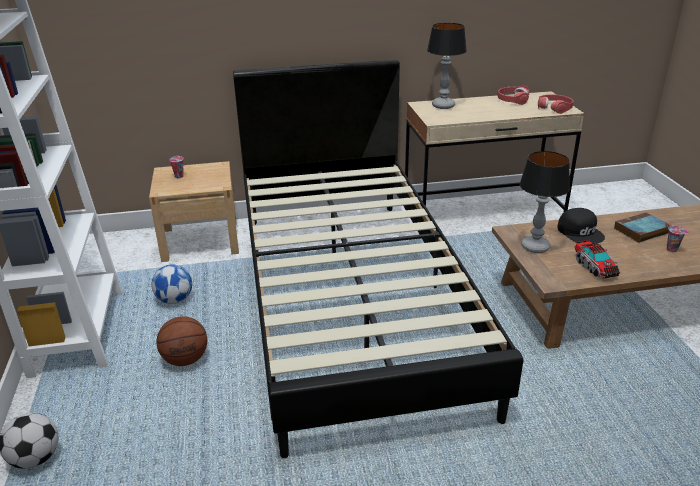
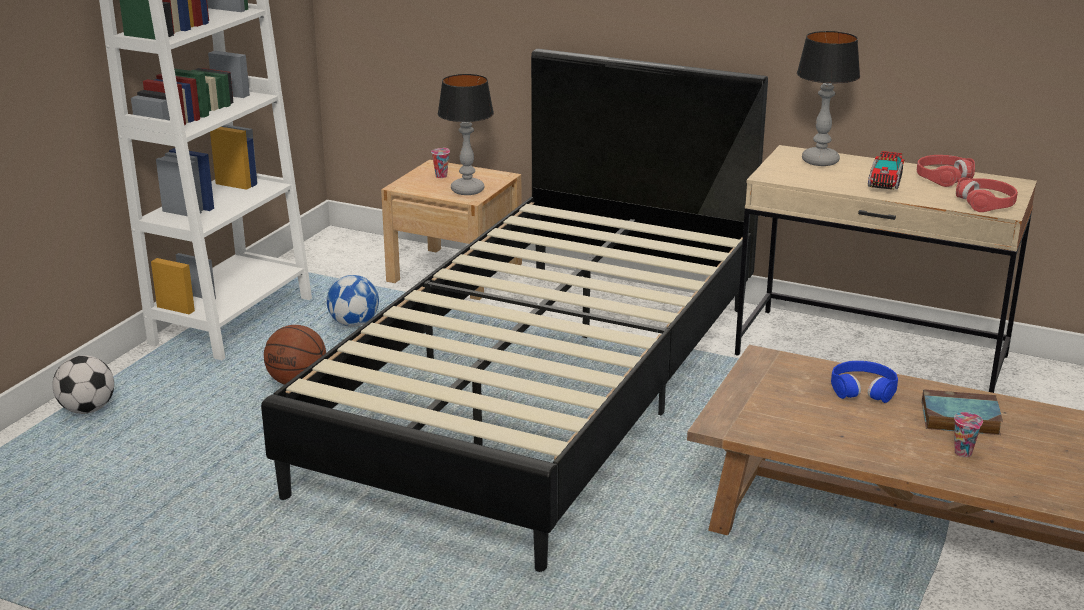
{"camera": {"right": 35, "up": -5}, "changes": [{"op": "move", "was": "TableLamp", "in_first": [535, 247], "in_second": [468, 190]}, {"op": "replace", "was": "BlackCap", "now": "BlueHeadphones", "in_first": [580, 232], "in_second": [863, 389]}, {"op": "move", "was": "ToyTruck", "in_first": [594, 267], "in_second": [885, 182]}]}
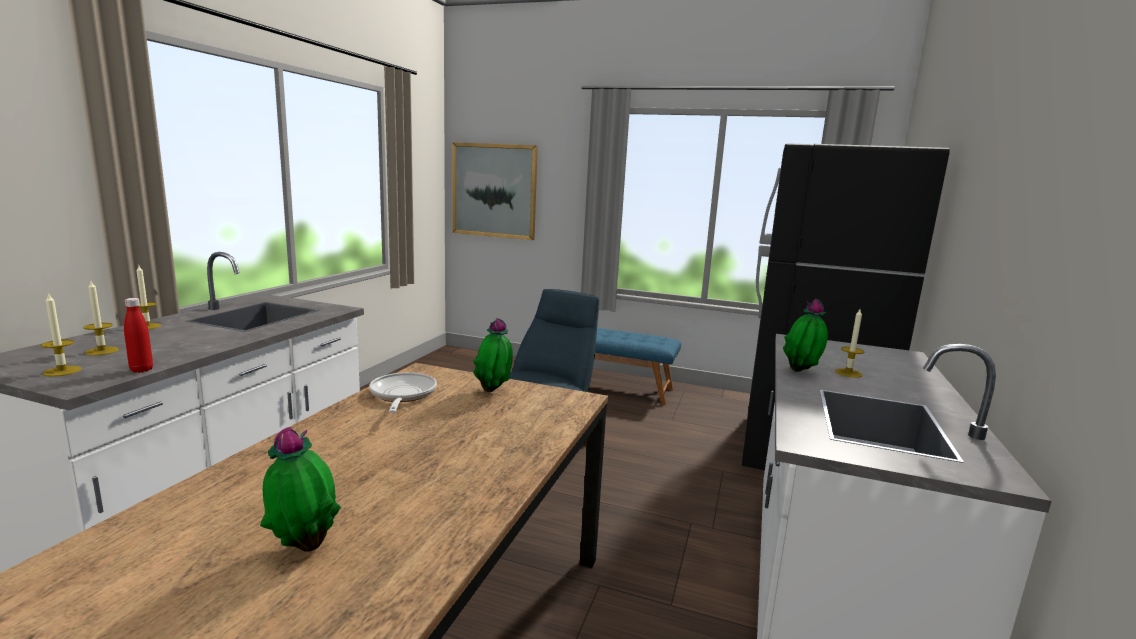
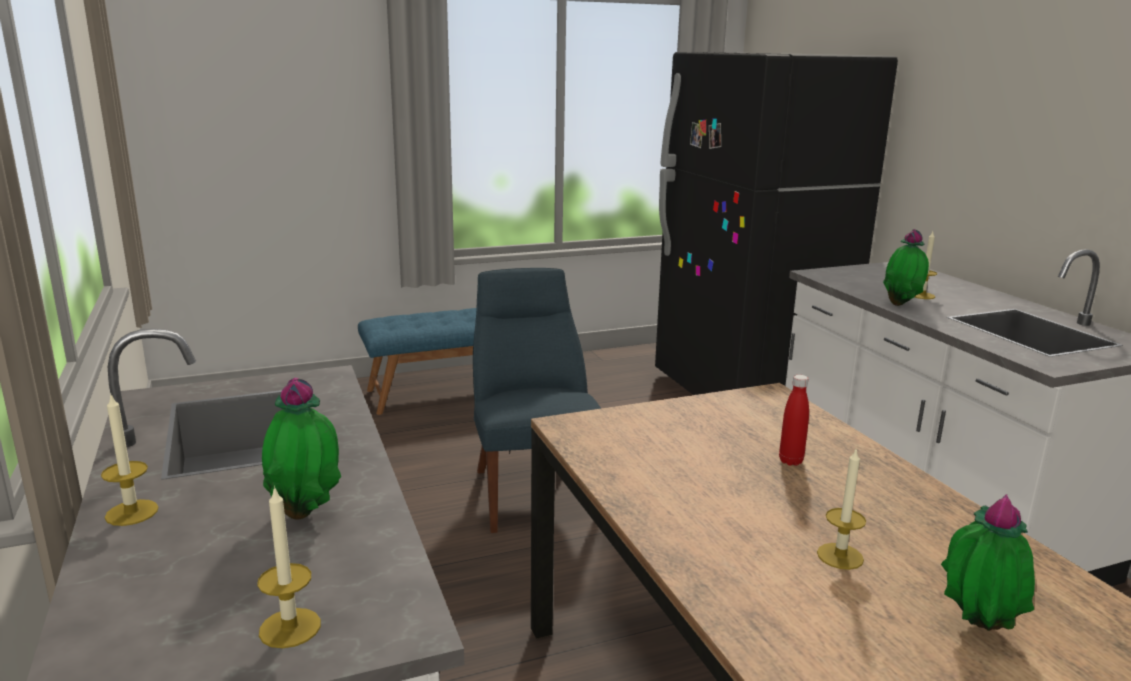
{"camera": {"right": -40, "up": 5}, "changes": [{"op": "move", "was": "PottedPlant", "in_first": [494, 391], "in_second": [307, 513]}, {"op": "move", "was": "RedBottle", "in_first": [141, 370], "in_second": [790, 461]}, {"op": "move", "was": "Candle", "in_first": [102, 351], "in_second": [840, 556]}, {"op": "delete", "was": "FryingPan", "in_first": [402, 395]}, {"op": "delete", "was": "Picture", "in_first": [494, 190]}]}
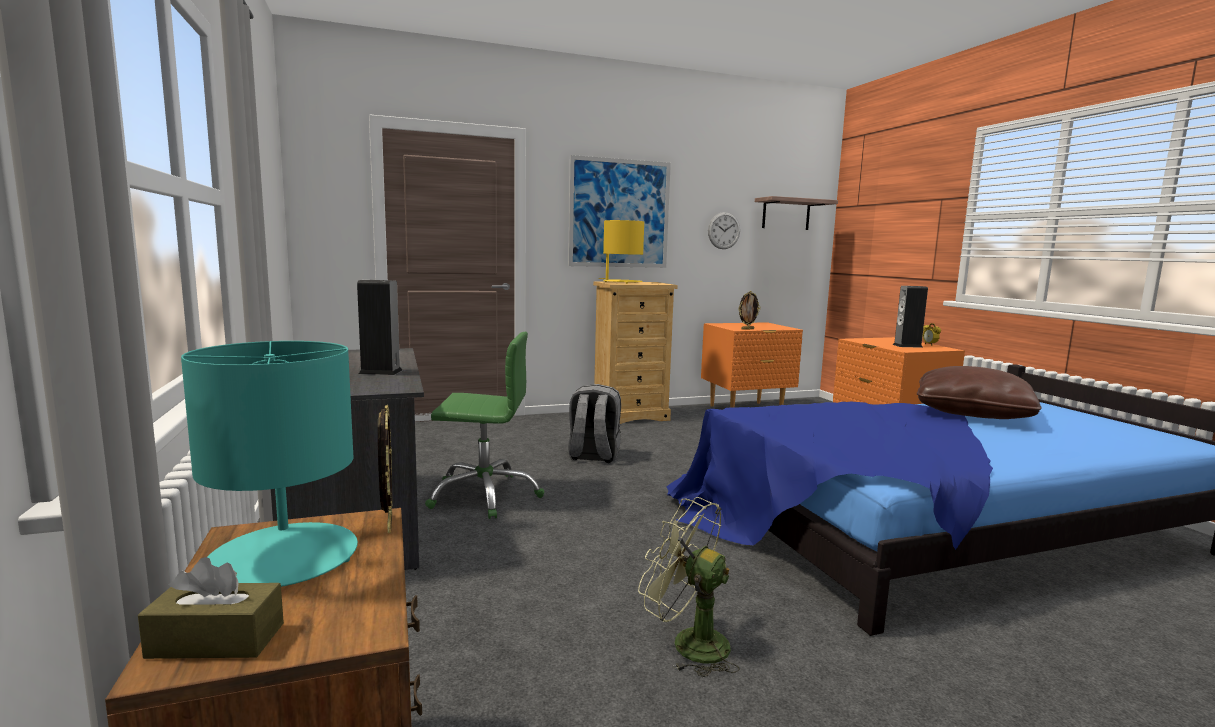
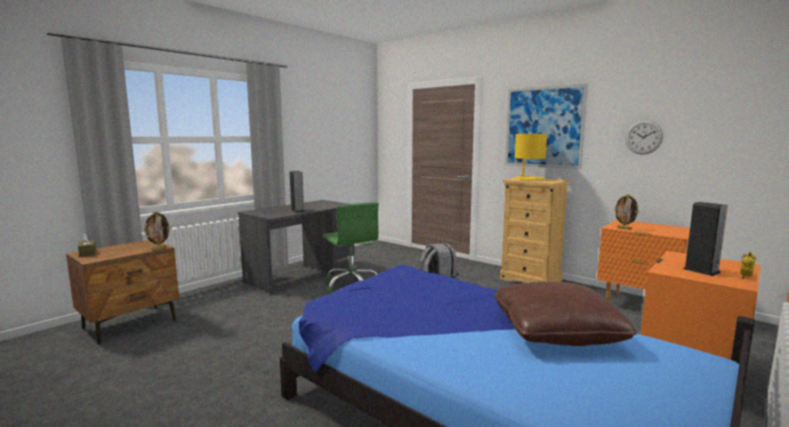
{"camera": {"right": 60, "up": 0}, "changes": [{"op": "delete", "was": "TurquoiseTableLamp", "in_first": [284, 557]}, {"op": "delete", "was": "GreenFan", "in_first": [688, 643]}, {"op": "delete", "was": "Shelf", "in_first": [786, 214]}]}
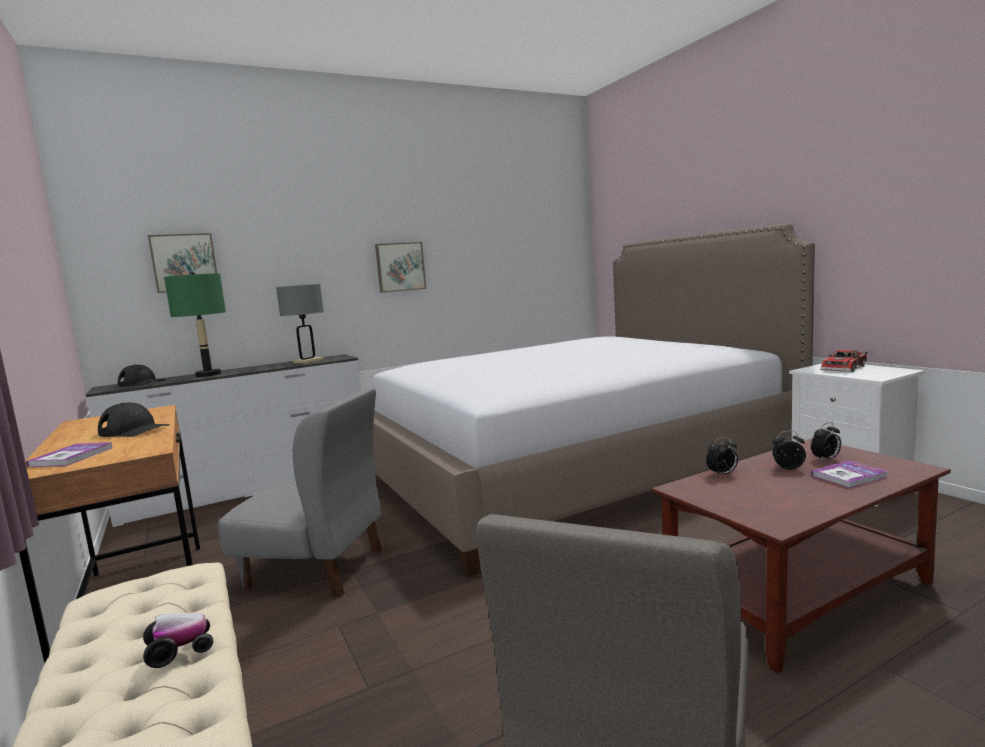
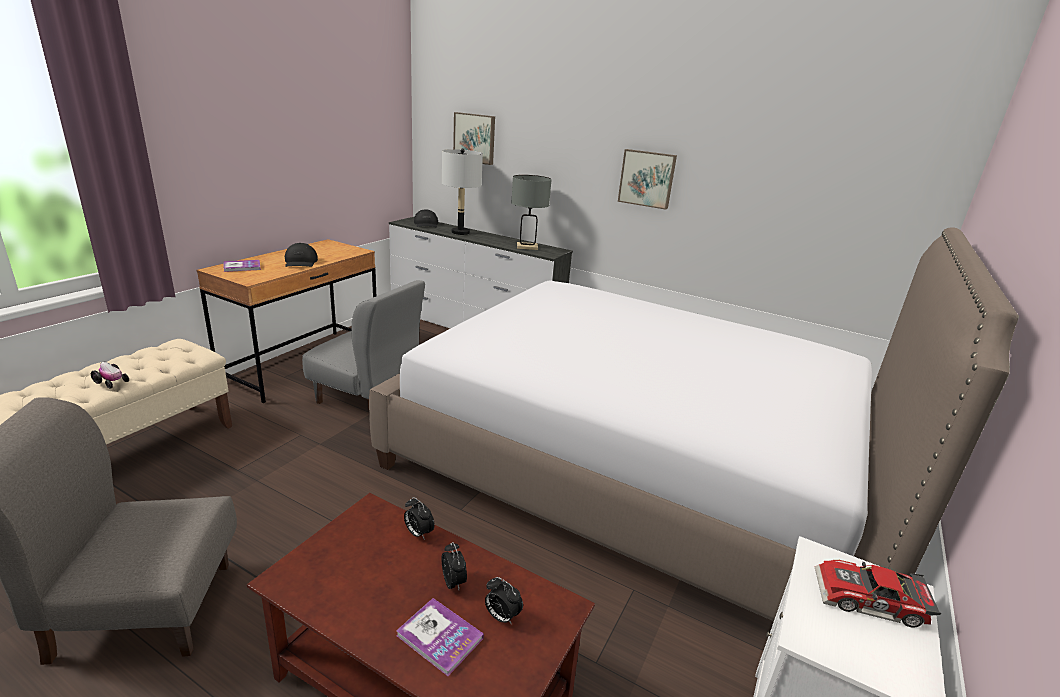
{"camera": {"right": 55, "up": 15}, "changes": [{"op": "rotate", "was": "GreyChair", "in_first": [316, 569], "in_second": [368, 399], "clockwise": -45}, {"op": "recolor", "was": "GreenTableLamp", "now": "GreyTableLamp", "in_first": [208, 374], "in_second": [460, 232]}]}
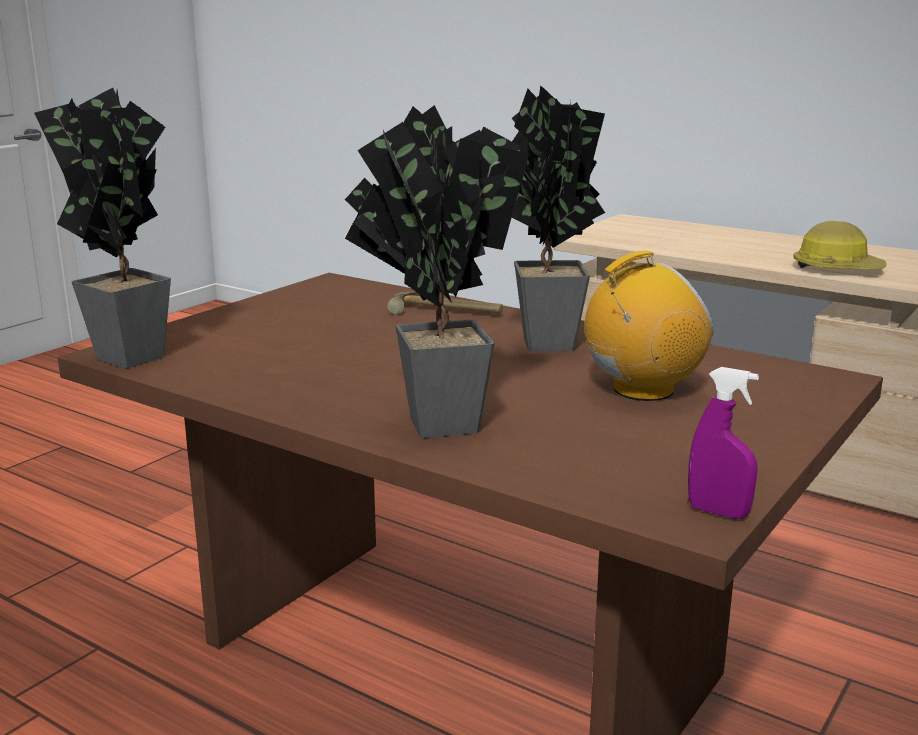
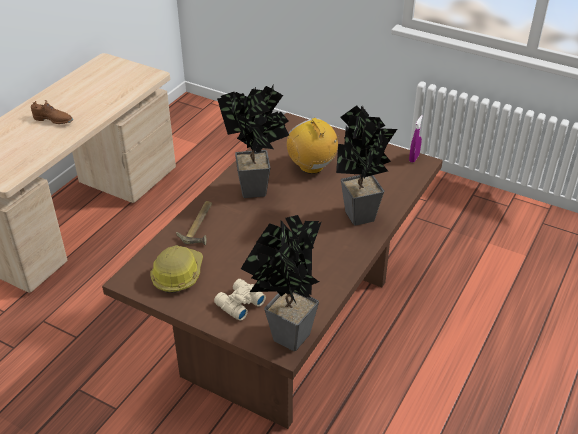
{"camera": {"right": -95, "up": 20}, "changes": [{"op": "insert", "now": "BrownShoe", "in_second": [53, 120]}, {"op": "move", "was": "HardHat", "in_first": [836, 269], "in_second": [178, 275]}, {"op": "insert", "now": "BeigeBinoculars", "in_second": [238, 304]}]}
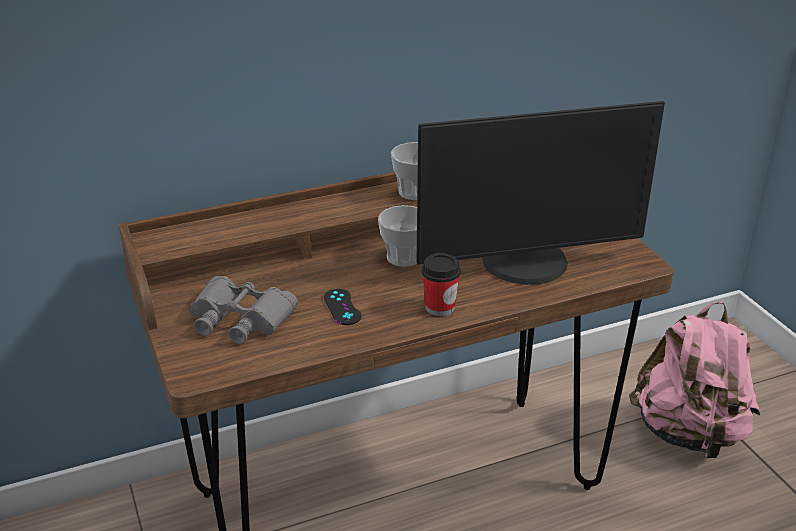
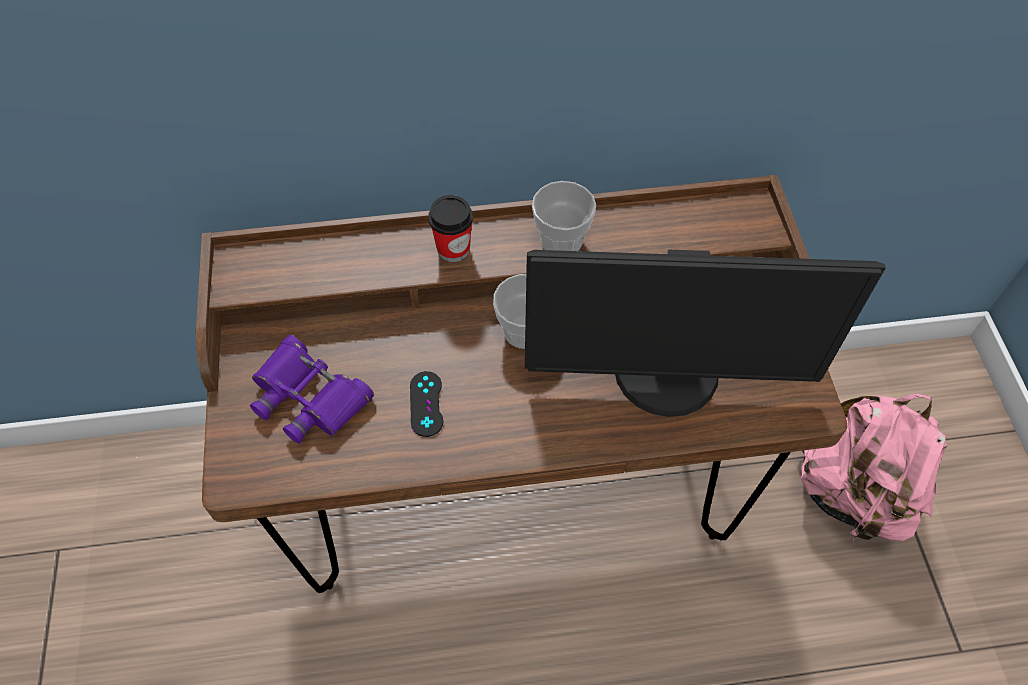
{"camera": {"right": 15, "up": 25}, "changes": [{"op": "recolor", "was": "GreyBinoculars", "now": "PurpleBinoculars", "in_first": [240, 318], "in_second": [309, 396]}, {"op": "move", "was": "Cup", "in_first": [440, 307], "in_second": [453, 249]}]}
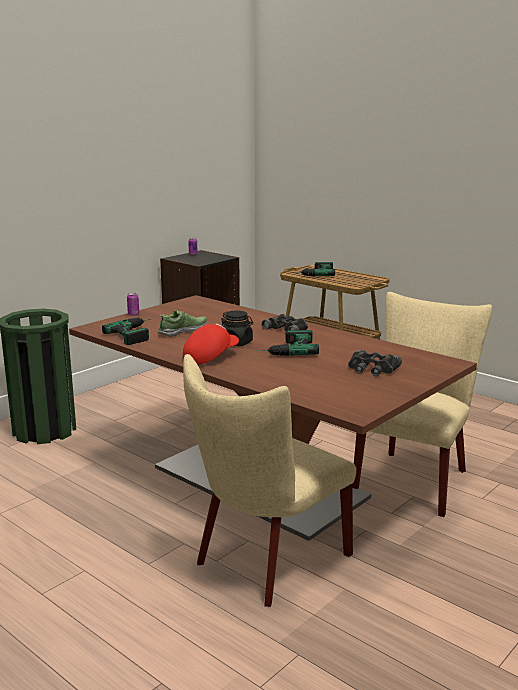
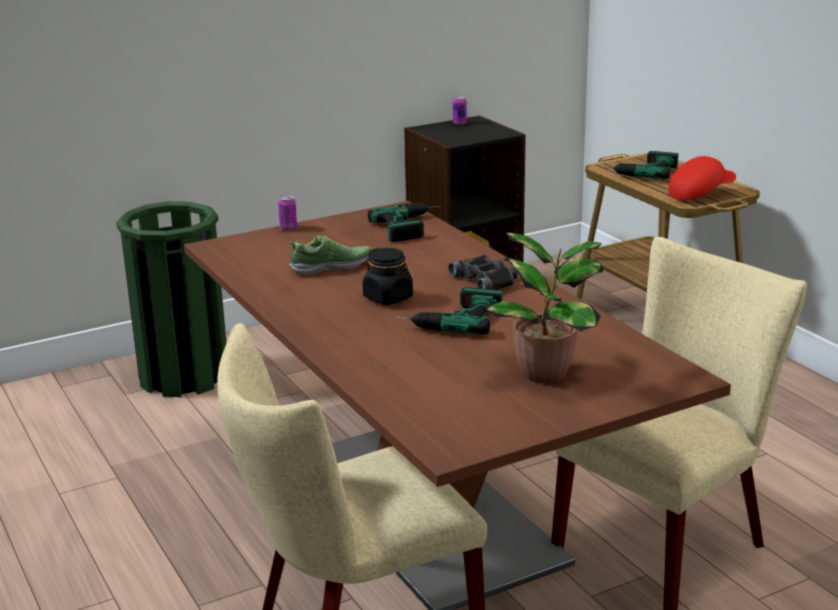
{"camera": {"right": 20, "up": 5}, "changes": [{"op": "move", "was": "PowerDrill", "in_first": [138, 333], "in_second": [414, 226]}, {"op": "replace", "was": "BlackBinoculars", "now": "PottedPlant", "in_first": [372, 369], "in_second": [547, 373]}, {"op": "move", "was": "RedCap", "in_first": [210, 357], "in_second": [700, 194]}]}
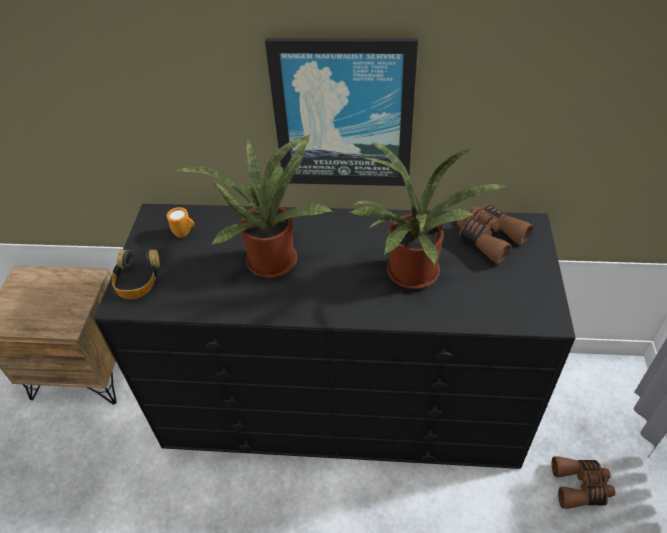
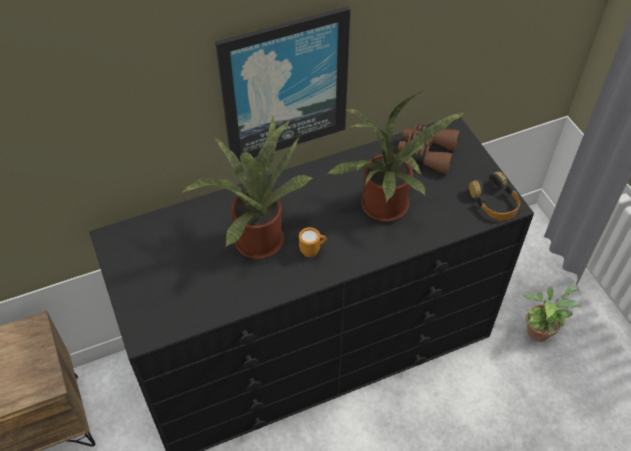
{"camera": {"right": -30, "up": 5}, "changes": [{"op": "move", "was": "OrangeMug", "in_first": [185, 233], "in_second": [312, 251]}, {"op": "move", "was": "Headphones", "in_first": [137, 279], "in_second": [494, 202]}, {"op": "replace", "was": "BrownBinoculars", "now": "PottedPlant", "in_first": [580, 486], "in_second": [539, 330]}]}
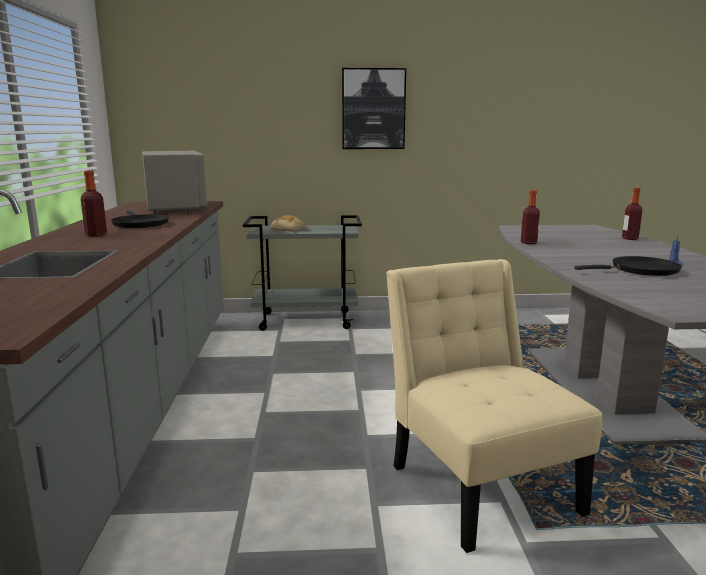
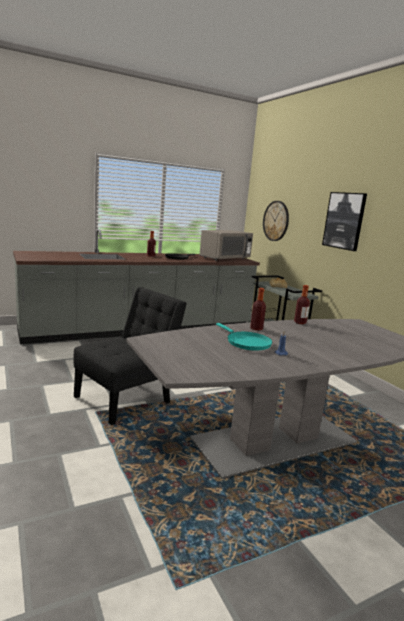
{"camera": {"right": 65, "up": 0}, "changes": [{"op": "recolor", "was": "BeigeChair", "now": "BlackChair", "in_first": [479, 482], "in_second": [127, 398]}, {"op": "recolor", "was": "BlackFryingPan", "now": "TurquoiseFryingPan", "in_first": [640, 270], "in_second": [246, 342]}, {"op": "move", "was": "Bottle", "in_first": [630, 238], "in_second": [256, 328]}, {"op": "insert", "now": "WallClock", "in_second": [276, 221]}]}
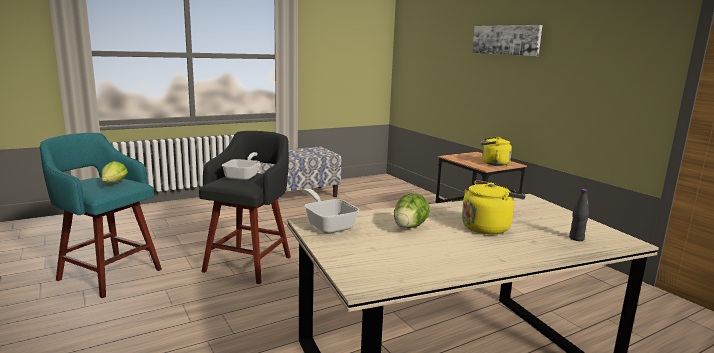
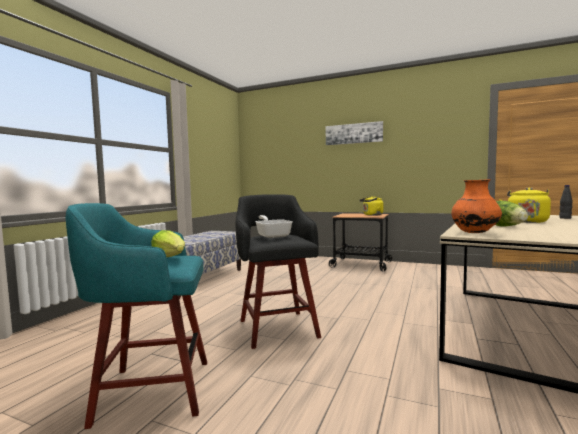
{"camera": {"right": -35, "up": -10}, "changes": [{"op": "replace", "was": "FryingPan", "now": "OrangeVase", "in_first": [328, 225], "in_second": [474, 233]}]}
